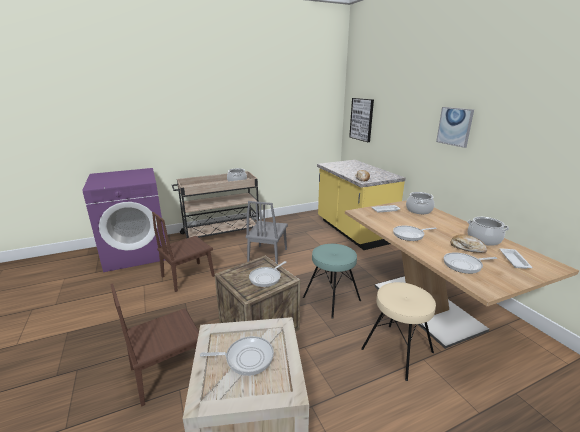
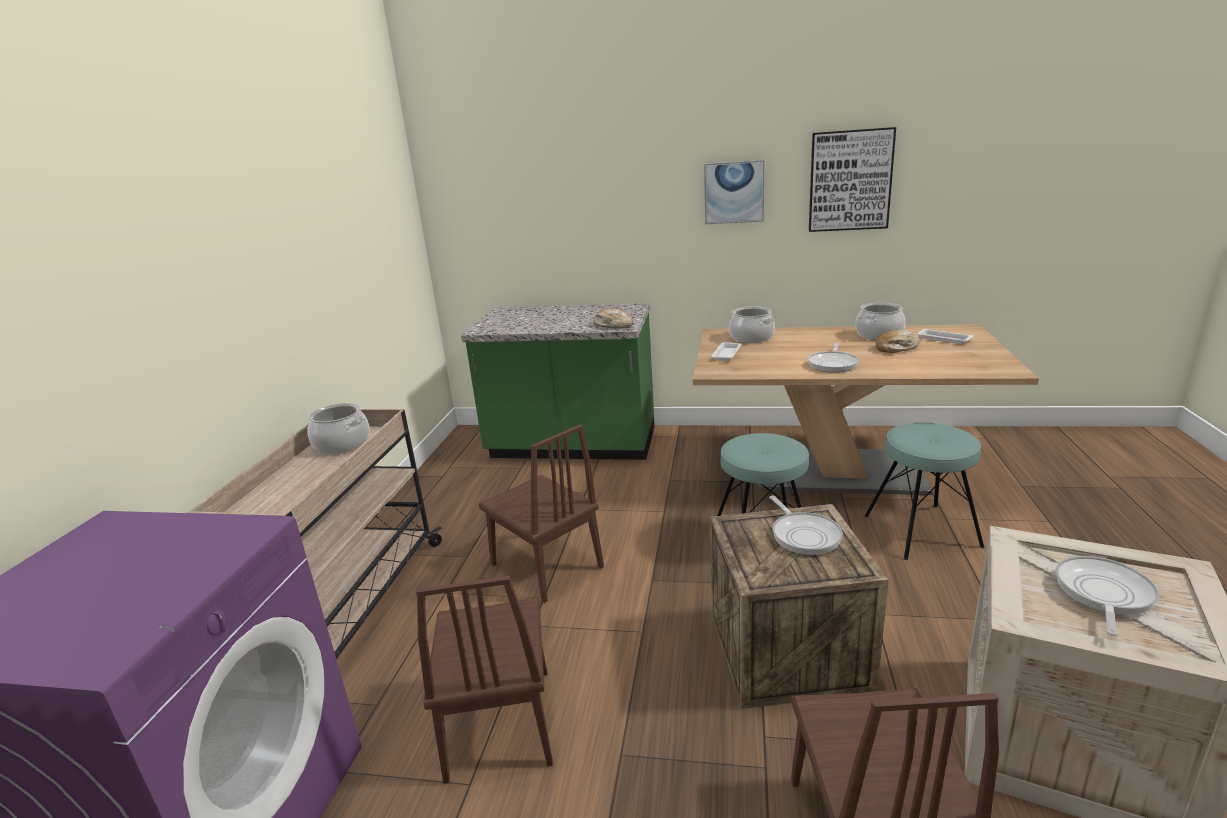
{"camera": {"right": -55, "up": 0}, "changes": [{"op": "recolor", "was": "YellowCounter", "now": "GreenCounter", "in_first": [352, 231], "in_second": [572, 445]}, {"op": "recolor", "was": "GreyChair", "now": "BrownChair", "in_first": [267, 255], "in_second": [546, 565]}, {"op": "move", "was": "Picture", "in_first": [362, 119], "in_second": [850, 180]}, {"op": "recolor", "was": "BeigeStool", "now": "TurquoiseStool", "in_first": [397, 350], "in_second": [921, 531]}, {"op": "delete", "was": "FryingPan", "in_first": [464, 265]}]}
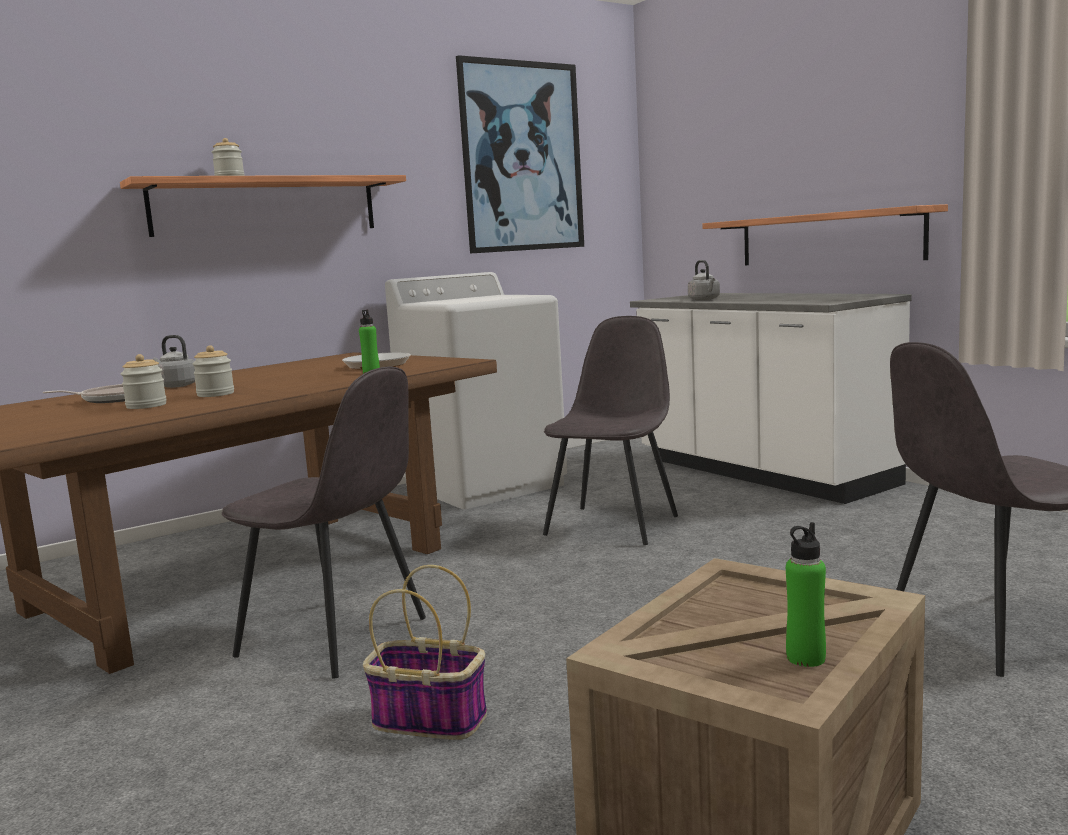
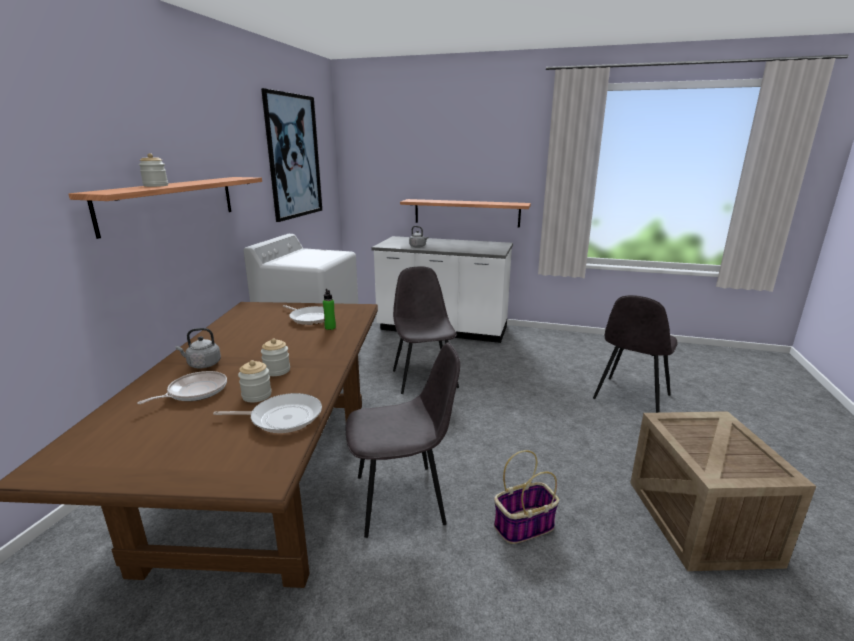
{"camera": {"right": -40, "up": 10}, "changes": [{"op": "insert", "now": "FryingPan", "in_second": [282, 418]}, {"op": "delete", "was": "GreenBottle", "in_first": [805, 658]}]}
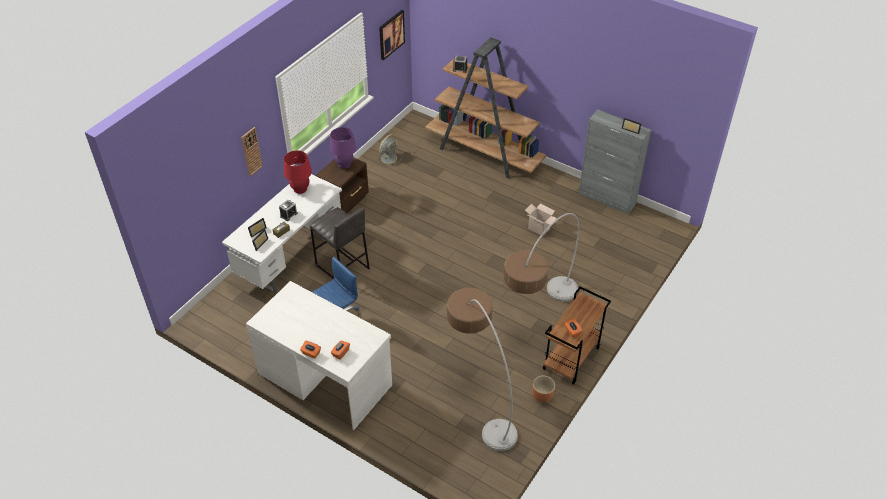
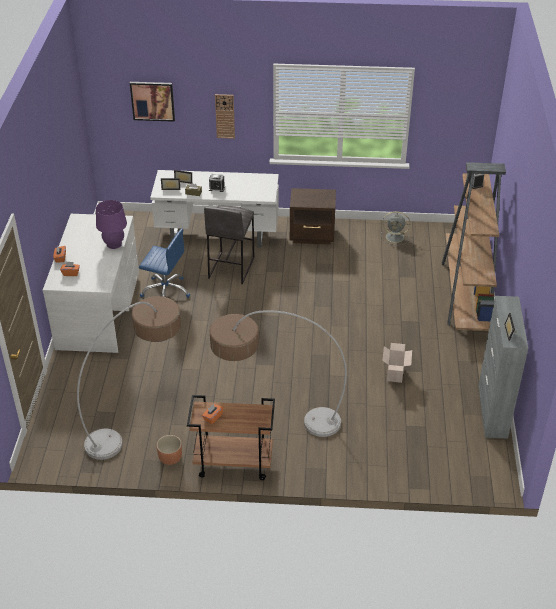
{"camera": {"right": 60, "up": -5}, "changes": [{"op": "move", "was": "PurpleTableLamp", "in_first": [344, 164], "in_second": [114, 244]}, {"op": "move", "was": "Picture", "in_first": [391, 34], "in_second": [152, 101]}, {"op": "delete", "was": "RedTableLamp", "in_first": [300, 189]}]}
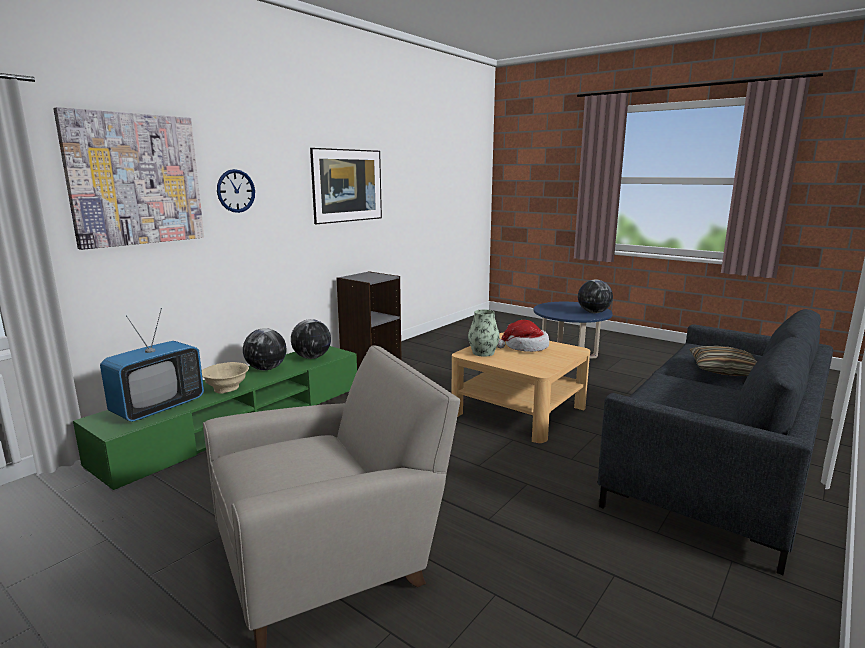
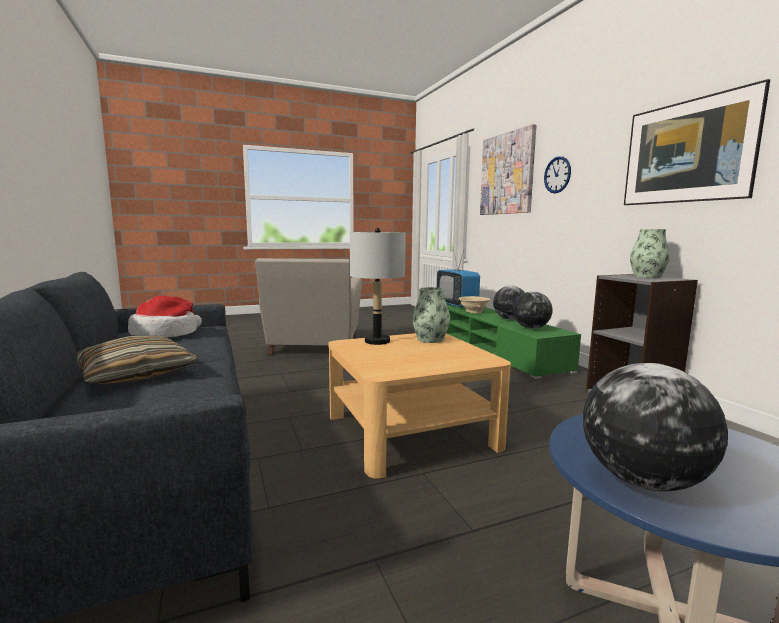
{"camera": {"right": 120, "up": -5}, "changes": [{"op": "move", "was": "Hat", "in_first": [525, 347], "in_second": [166, 334]}, {"op": "insert", "now": "GreyTableLamp", "in_second": [377, 341]}, {"op": "insert", "now": "Vase", "in_second": [647, 276]}]}
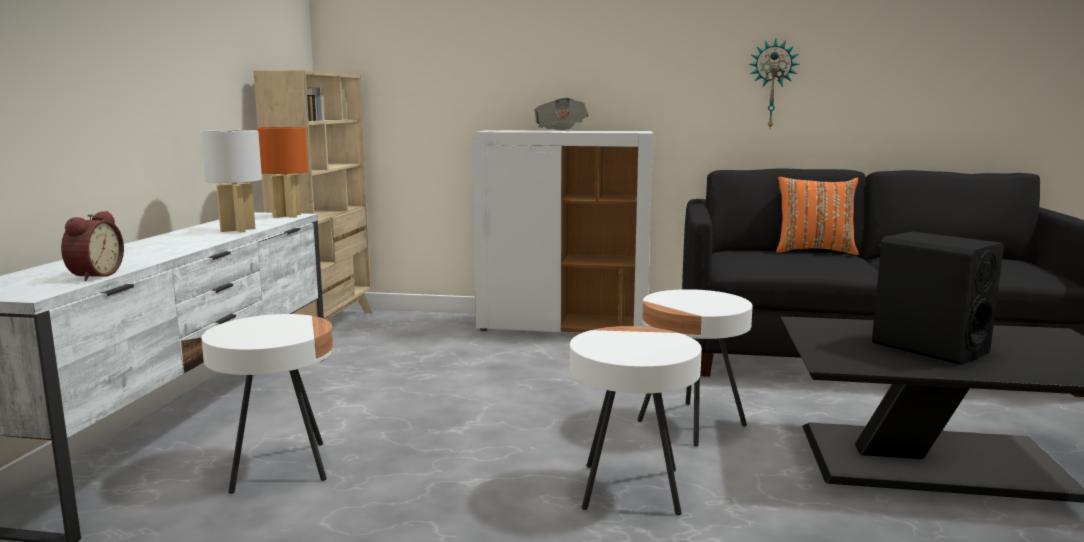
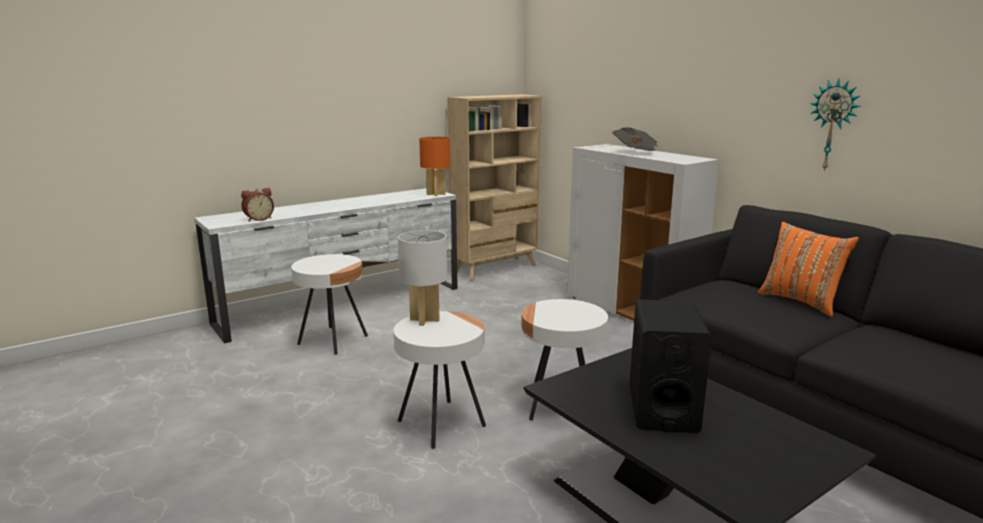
{"camera": {"right": 45, "up": 5}, "changes": [{"op": "move", "was": "WhiteTableLamp", "in_first": [237, 230], "in_second": [424, 320]}]}
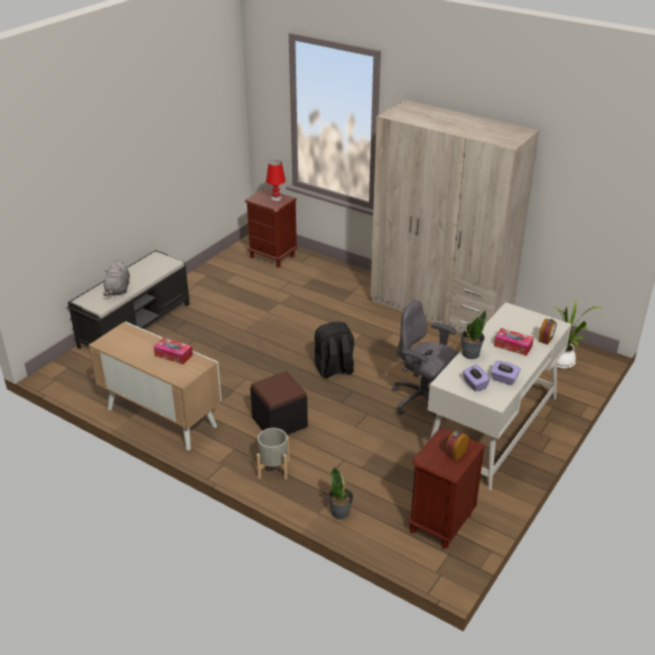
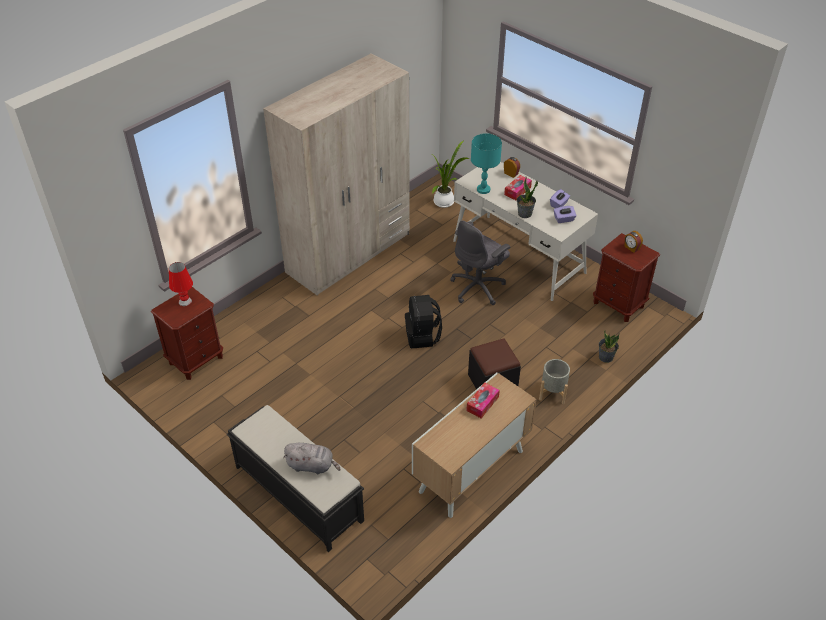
{"camera": {"right": -80, "up": 10}, "changes": [{"op": "insert", "now": "TurquoiseTableLamp", "in_second": [483, 190]}]}
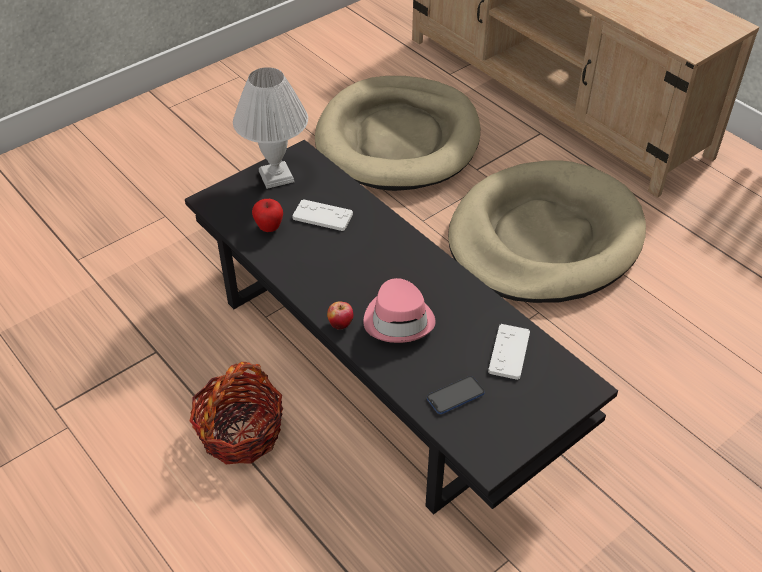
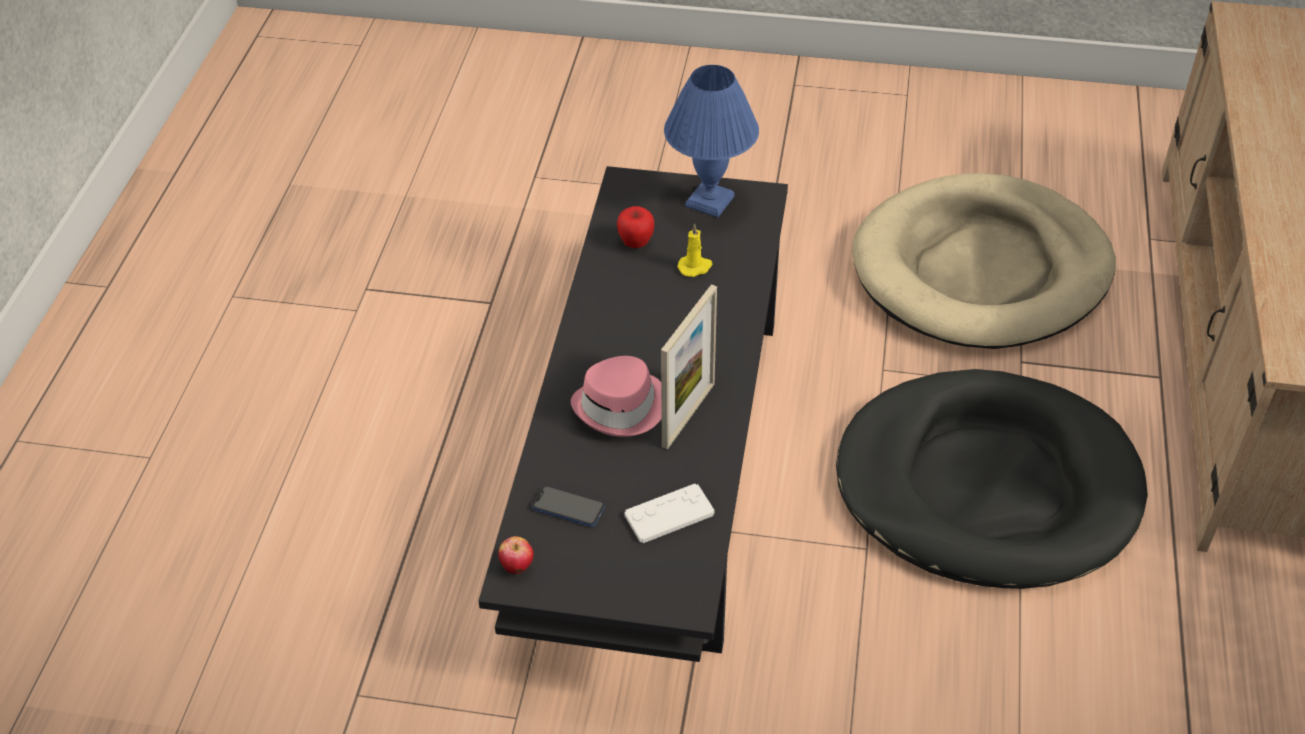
{"camera": {"right": 50, "up": 0}, "changes": [{"op": "move", "was": "Apple", "in_first": [340, 324], "in_second": [517, 567]}, {"op": "insert", "now": "PictureFrame", "in_second": [688, 415]}, {"op": "recolor", "was": "WhiteTableLamp", "now": "BlueTableLamp", "in_first": [277, 177], "in_second": [710, 202]}, {"op": "replace", "was": "WhiteGameController", "now": "YellowCandle", "in_first": [322, 216], "in_second": [695, 267]}, {"op": "recolor", "was": "BeigeDogBed", "now": "BlackDogBed", "in_first": [544, 238], "in_second": [986, 486]}, {"op": "delete", "was": "Basket", "in_first": [241, 432]}]}
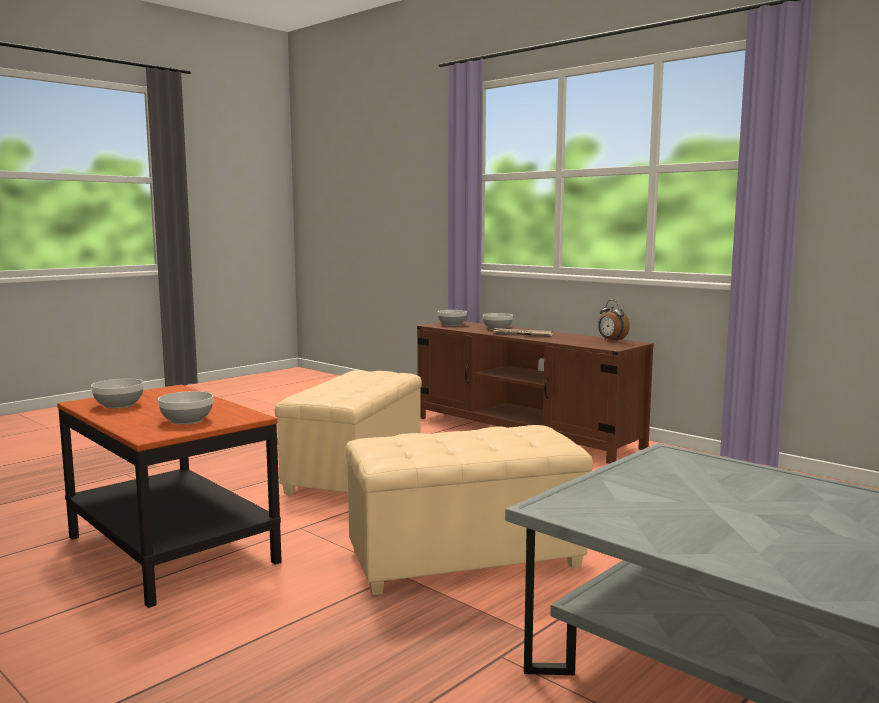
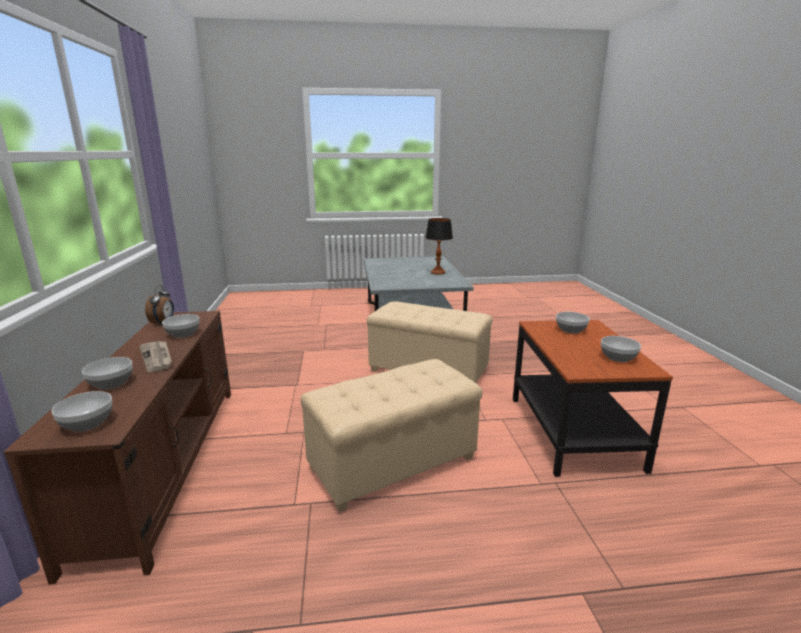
{"camera": {"right": -140, "up": 10}, "changes": [{"op": "insert", "now": "Bowl", "in_second": [183, 334]}, {"op": "insert", "now": "TableLamp", "in_second": [438, 272]}]}
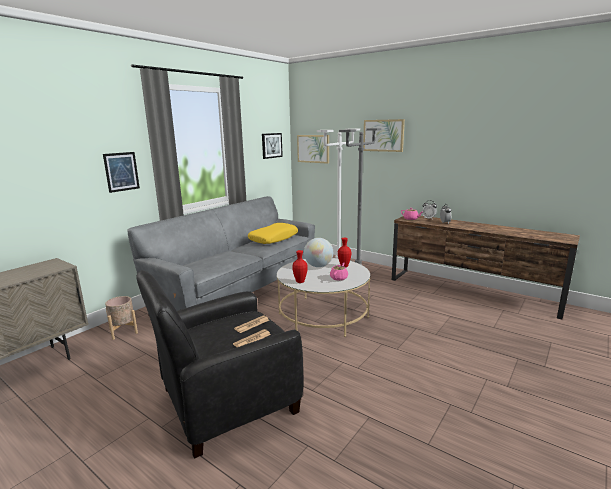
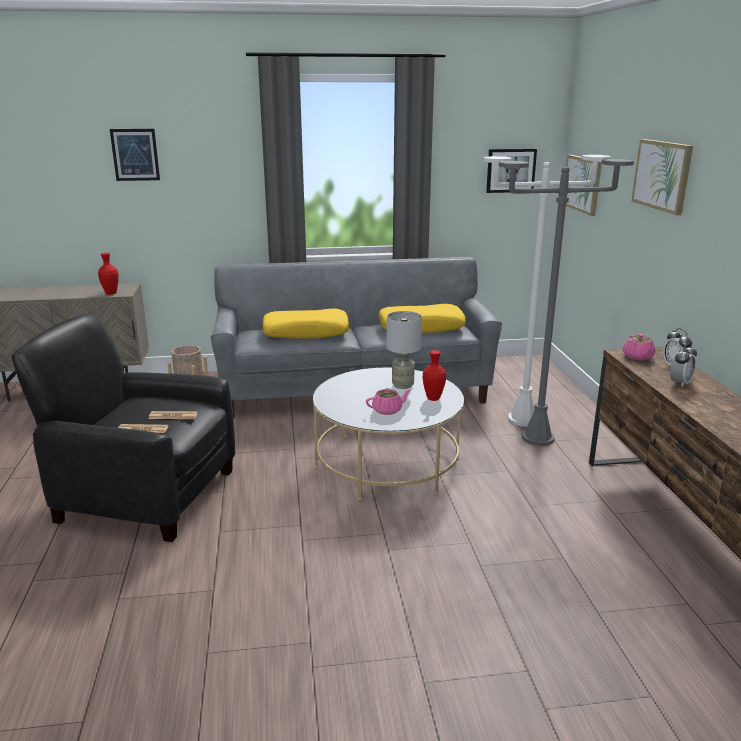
{"camera": {"right": 45, "up": 5}, "changes": [{"op": "move", "was": "RedVase", "in_first": [300, 281], "in_second": [111, 293]}, {"op": "move", "was": "Picture", "in_first": [121, 171], "in_second": [135, 154]}, {"op": "insert", "now": "YellowPillow", "in_second": [306, 332]}, {"op": "replace", "was": "Globe", "now": "GreyTableLamp", "in_first": [318, 266], "in_second": [403, 385]}]}
